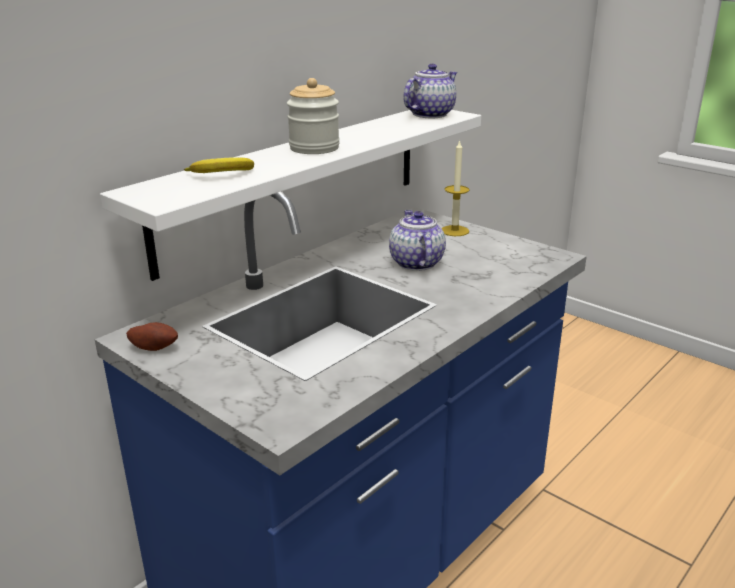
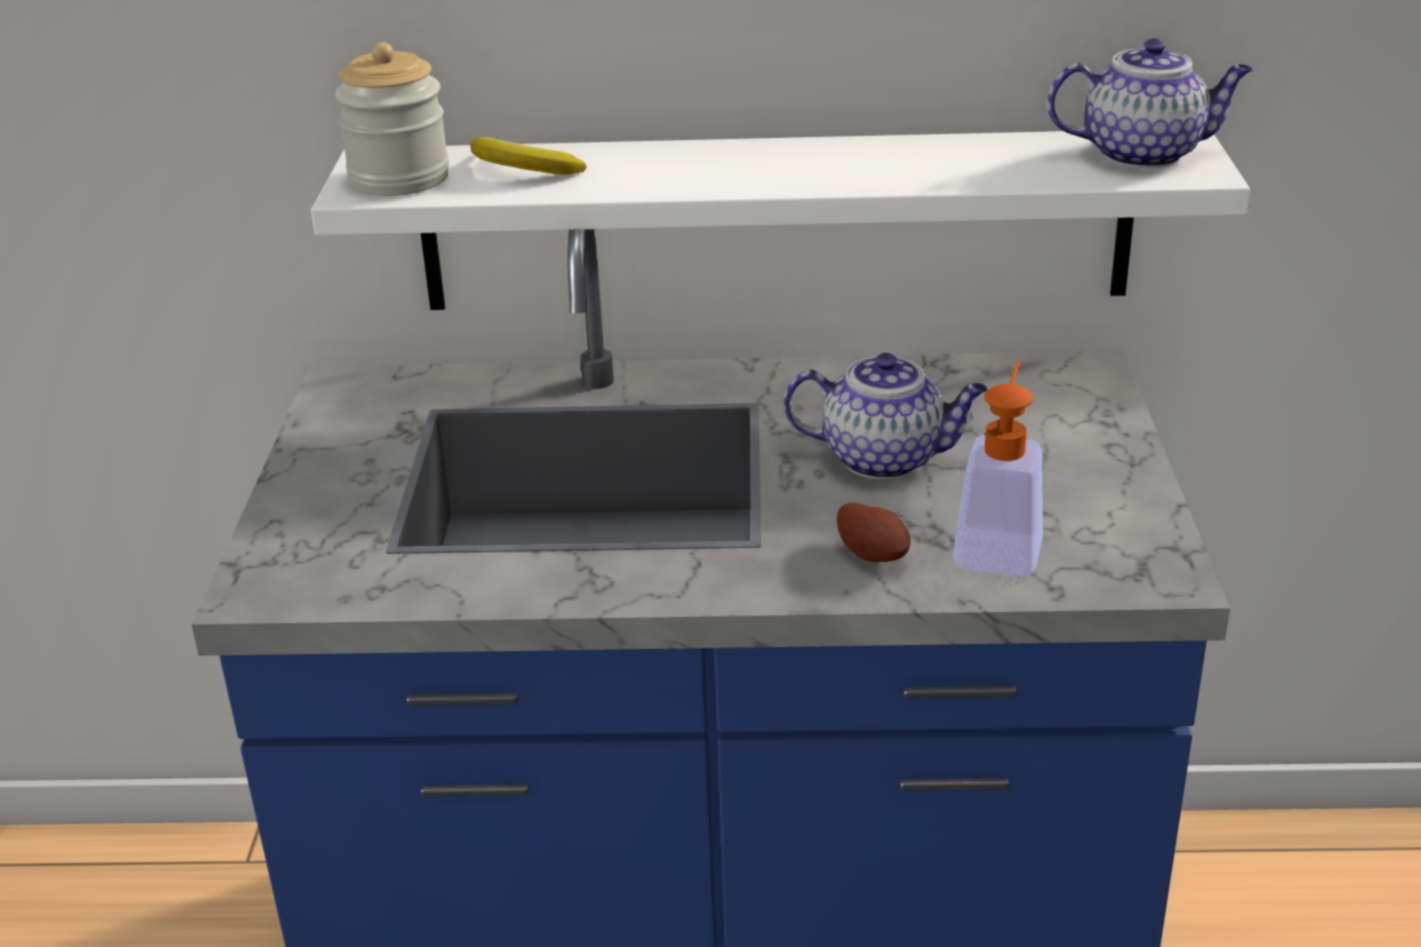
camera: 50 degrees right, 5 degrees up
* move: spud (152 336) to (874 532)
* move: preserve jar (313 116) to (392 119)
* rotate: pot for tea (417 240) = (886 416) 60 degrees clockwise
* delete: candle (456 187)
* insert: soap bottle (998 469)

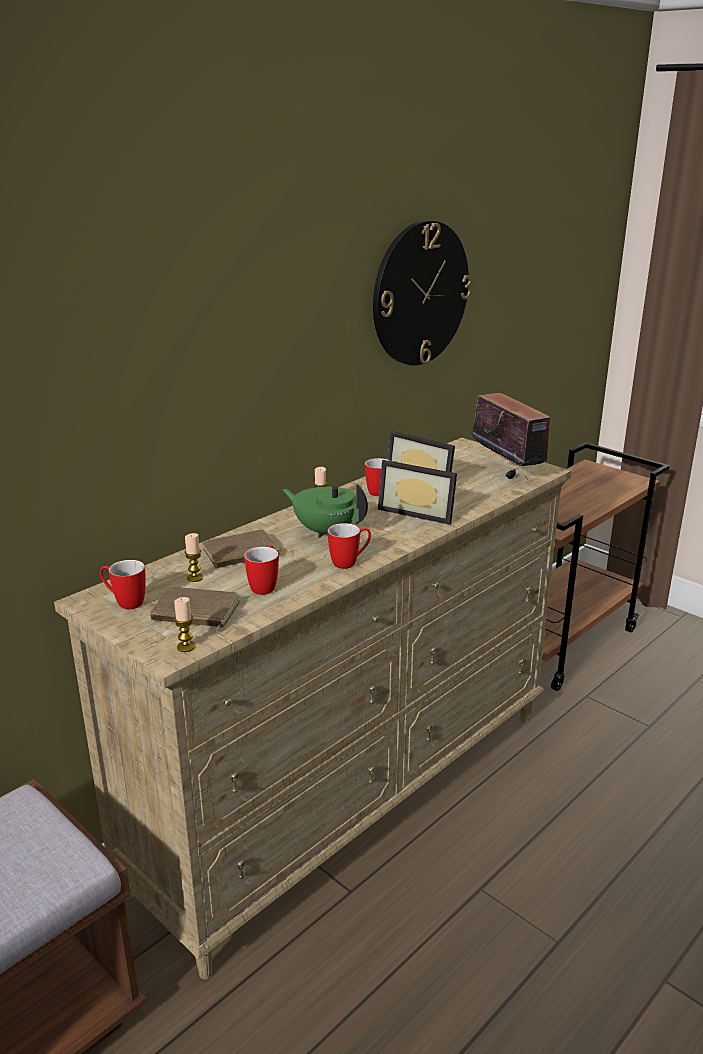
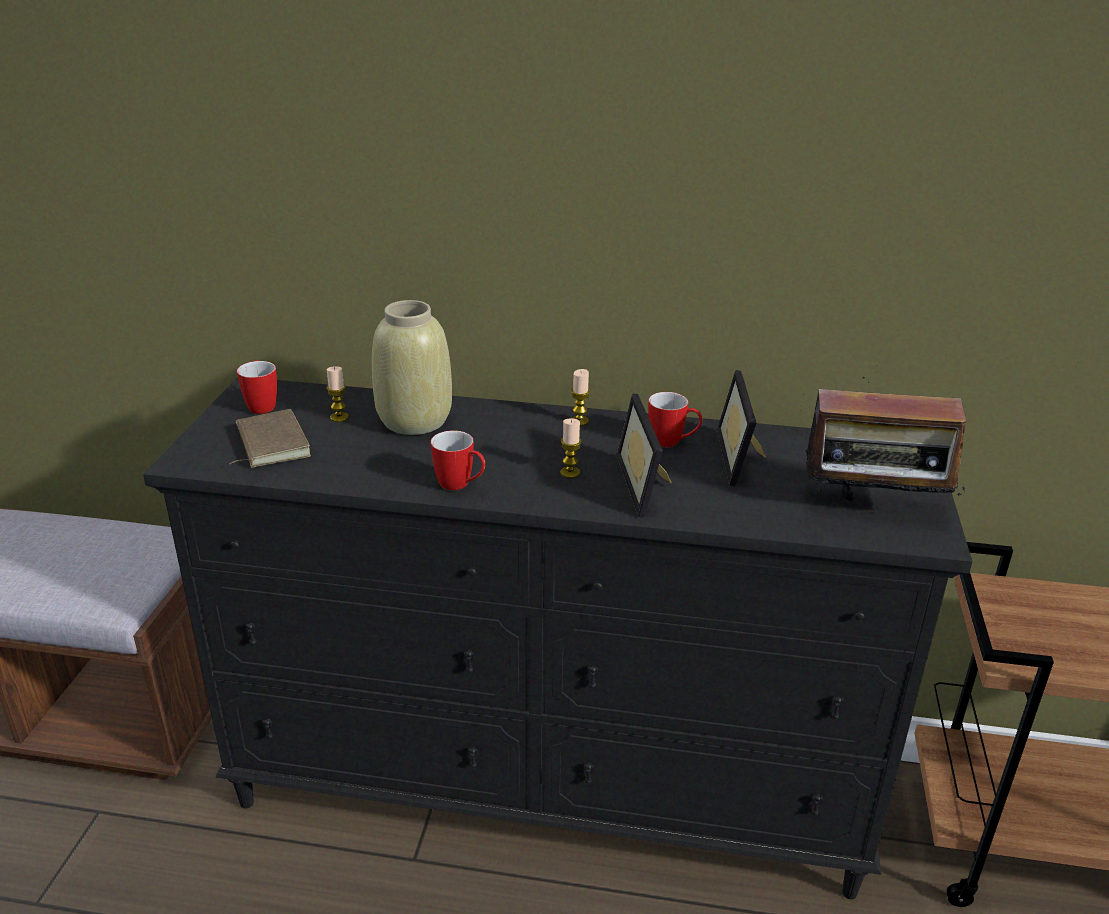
camera: 55 degrees right, 5 degrees up
* recolor: drawer chest (sand-coloured) (312 708) to drawer chest (black-coloured) (558 638)
* move: candle (185 624) to (571 448)
* replace: bound book (brown-coloured) (243 548) to flower vase (sand-coloured) (412 367)
* delete: coffee mug (261 570)
* delete: pot for tea (greenish) (325 511)
* delete: clock on the wall (422 293)
* rotate: radio (510 434) = (883 435) 75 degrees clockwise

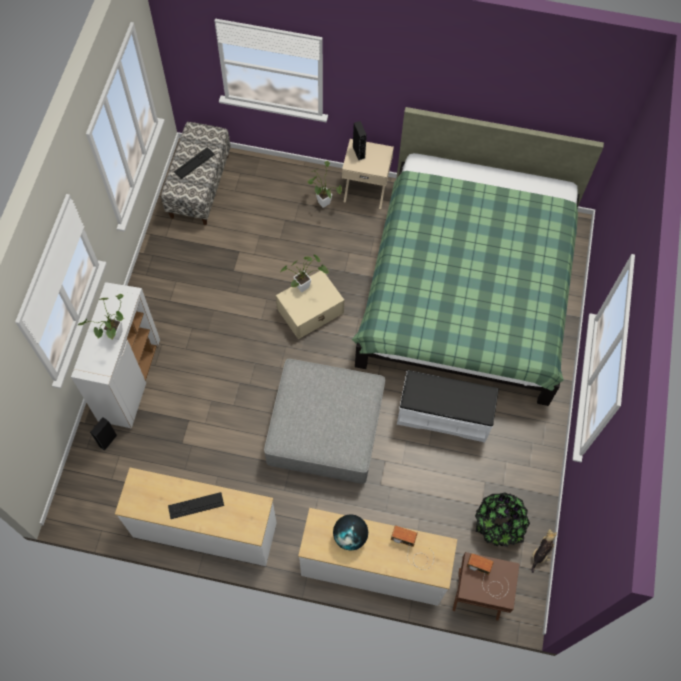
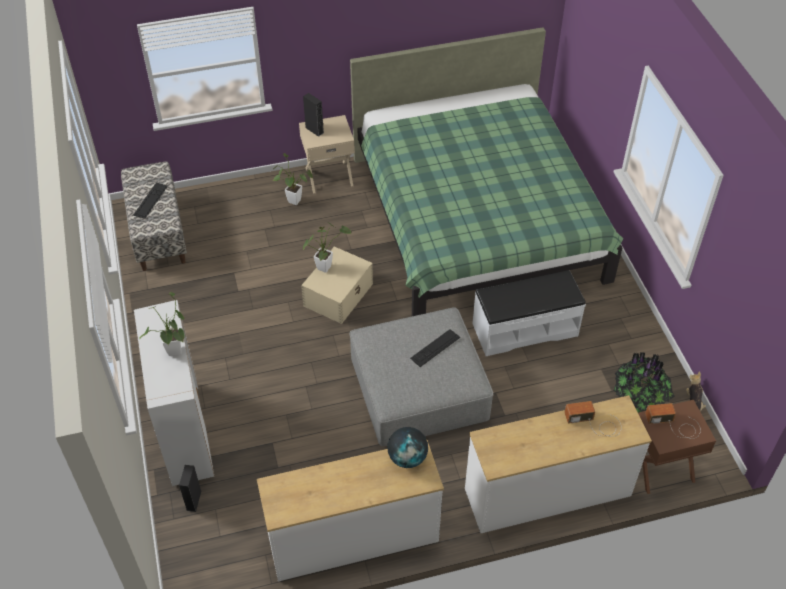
camera: 25 degrees left, 15 degrees down
* move: PC keyboard (196 505) to (435 348)
* move: desk globe (350 532) to (407 447)

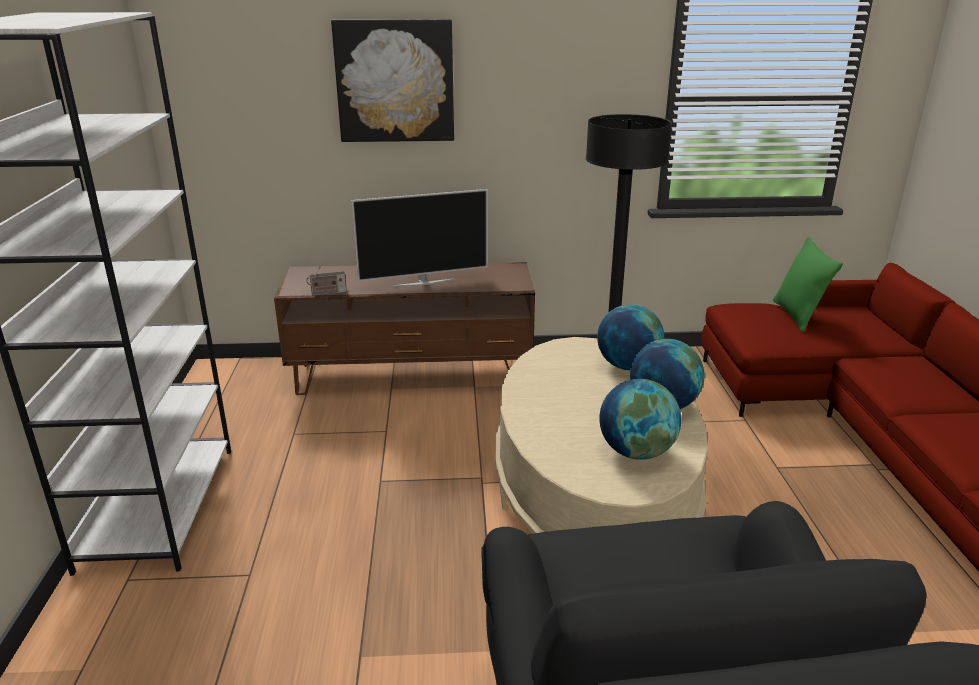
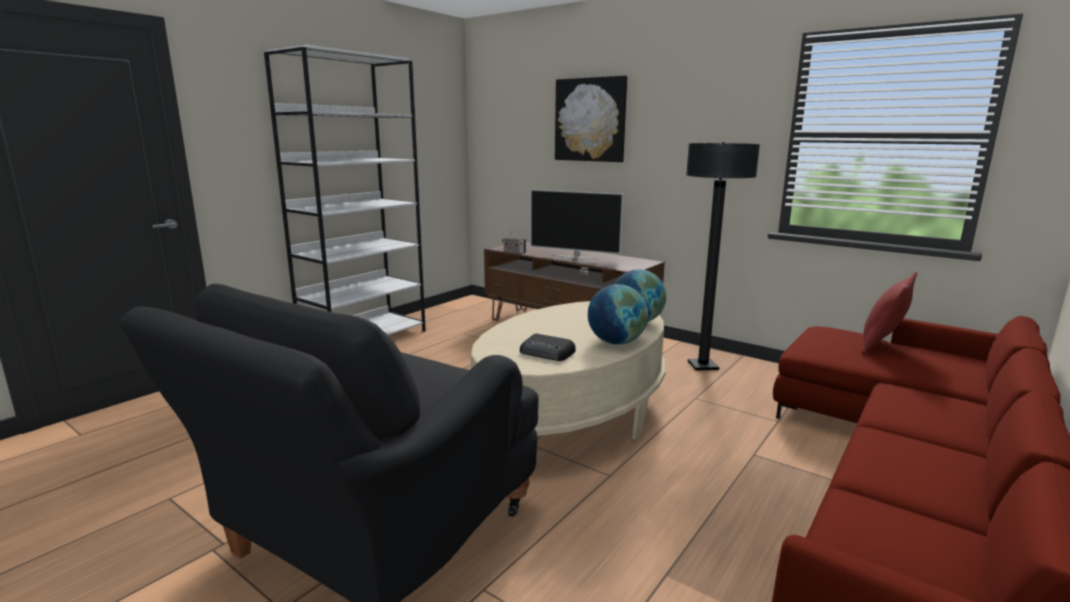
camera: 40 degrees right, 10 degrees down
* replace: desk globe (640 419) to radio (548 347)
* recolor: pillow (greenish) (807 284) to pillow (red-coloured) (889 313)

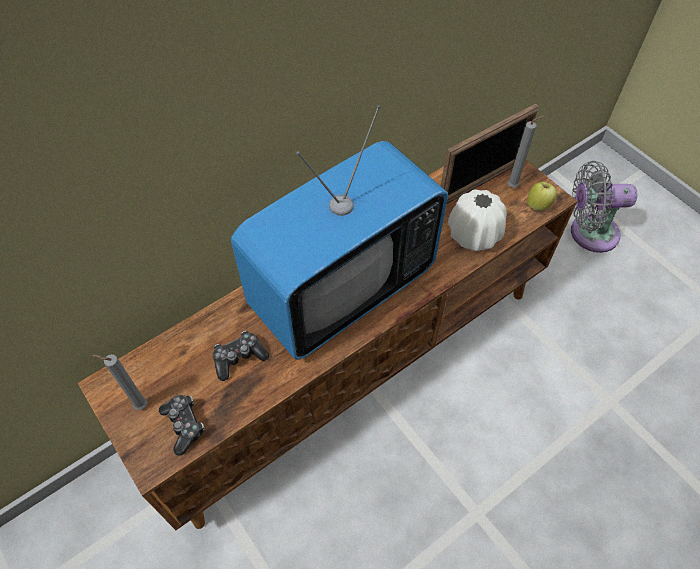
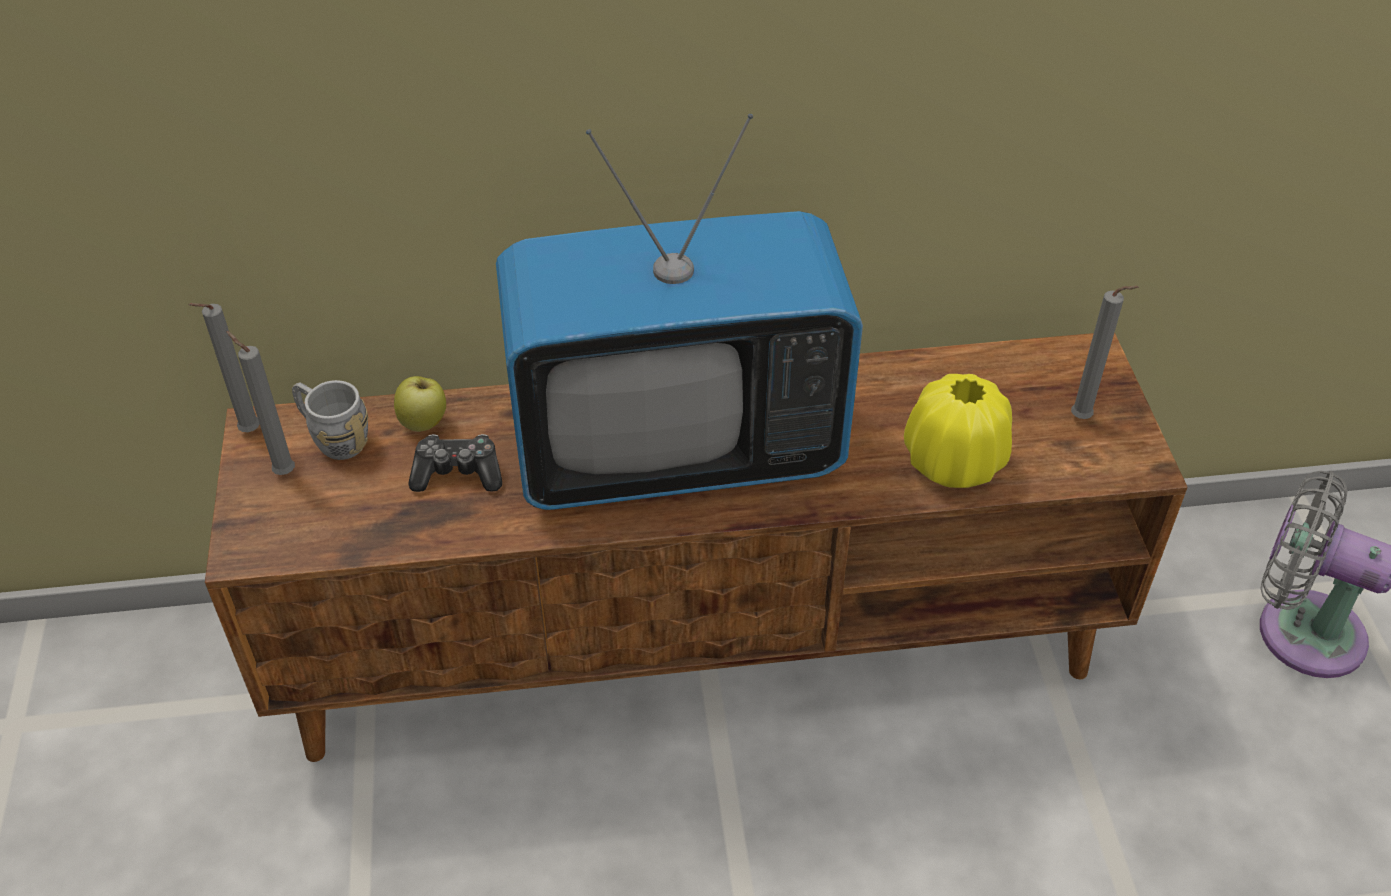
camera: 30 degrees right, 10 degrees down
* delete: game controller (181 425)
* delete: picture frame (490 154)
* recolor: flower vase (whitish) (477 220) to flower vase (yellow-coloured) (958 431)
* move: apple fruit (542 196) to (420 404)
* insert: candle (gray) (224 367)
* insert: coffee mug (gray) (330 420)

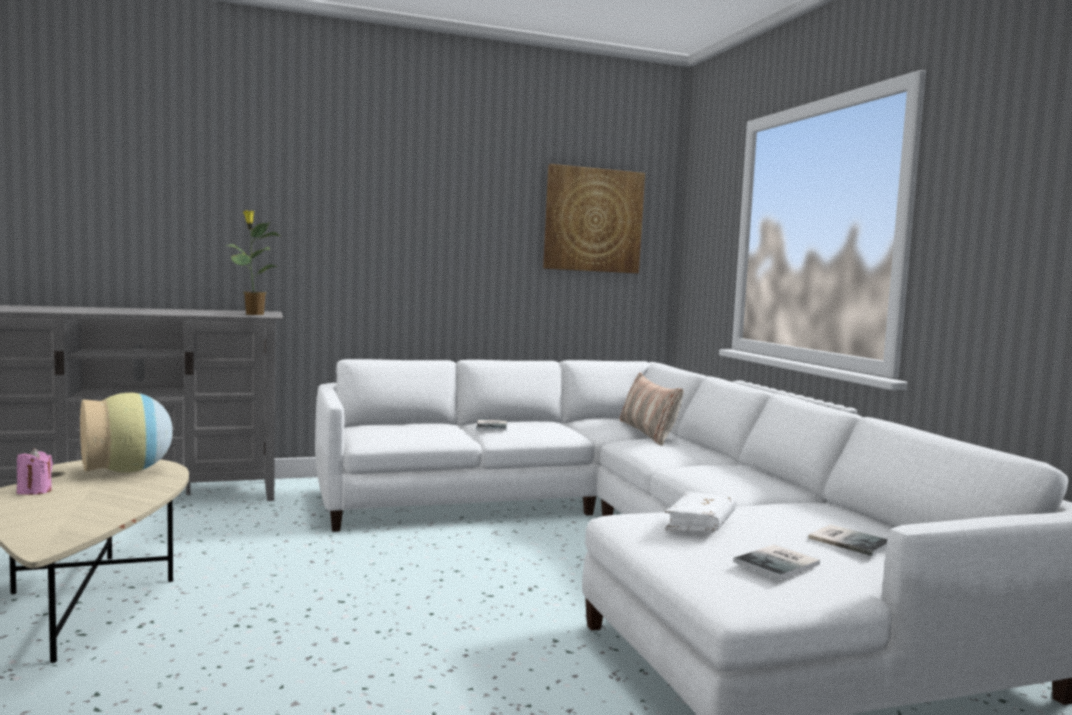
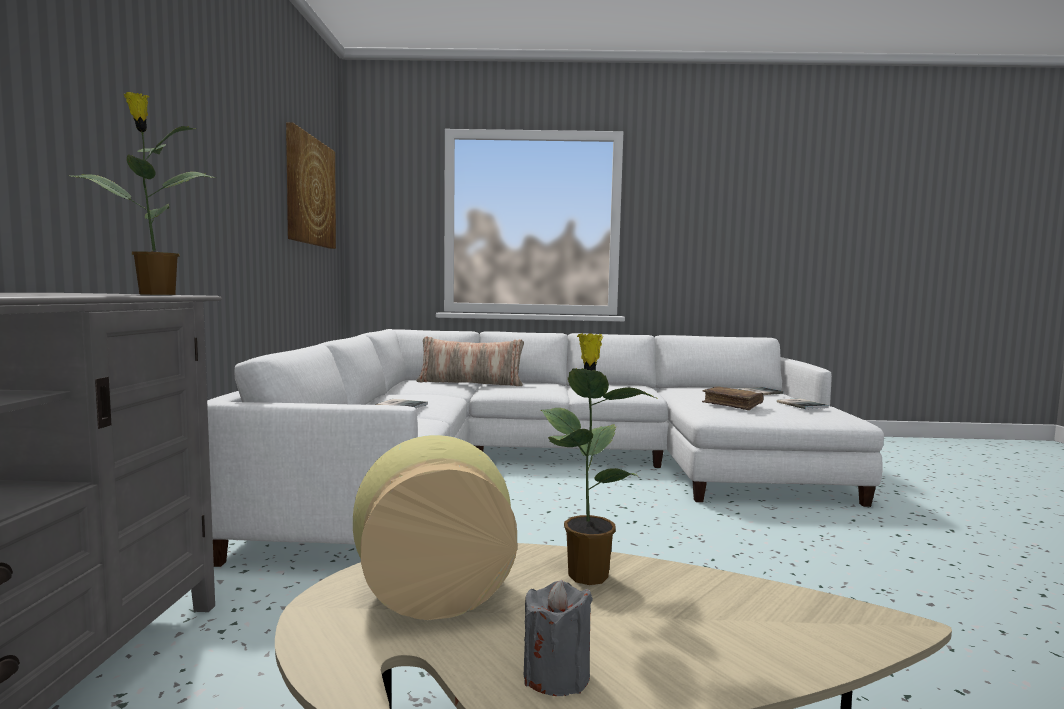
camera: 70 degrees left, 0 degrees up
* recolor: candle (pink-coloured) (35 471) to candle (gray) (558 638)
* recolor: bound book (whitish) (700 511) to bound book (brown-coloured) (733 398)
* insert: plant in a pot (598 459)

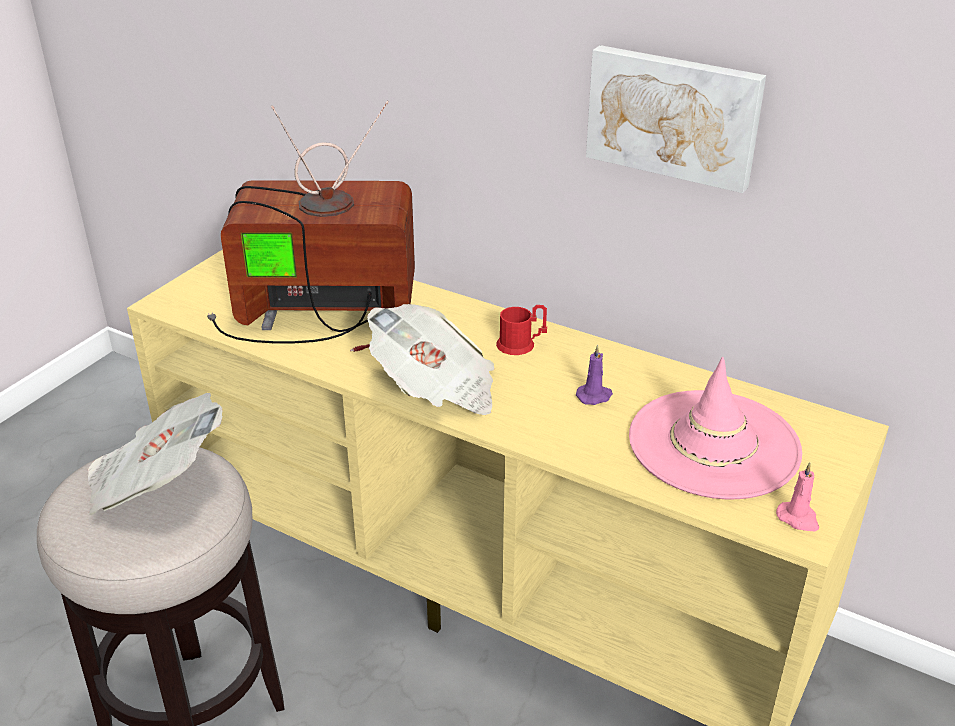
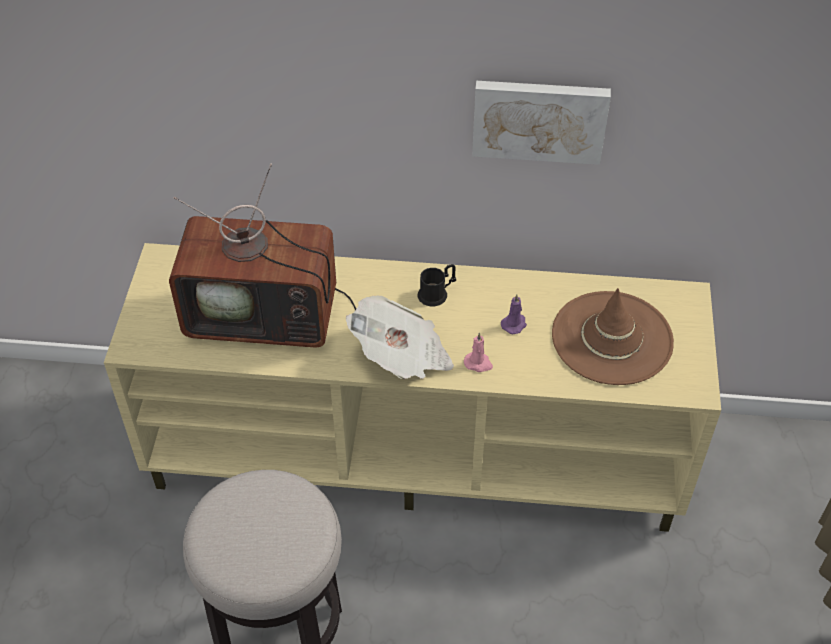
camera: 25 degrees left, 15 degrees up
* delete: daily paper (155 454)
* rotate: TV set (311 226) = (262 255) 150 degrees counterclockwise
* recolor: coffee mug (red-coloured) (521 330) to coffee mug (black-coloured) (437 285)
* recolor: clothing hat (pink-coloured) (715 428) to clothing hat (brown-coloured) (613 336)
* move: candle (pink-coloured) (797 497) to (478 352)

